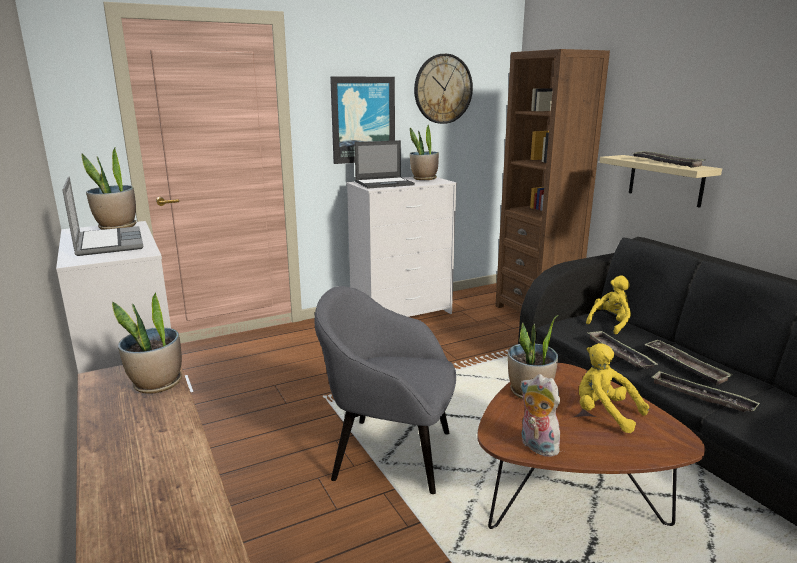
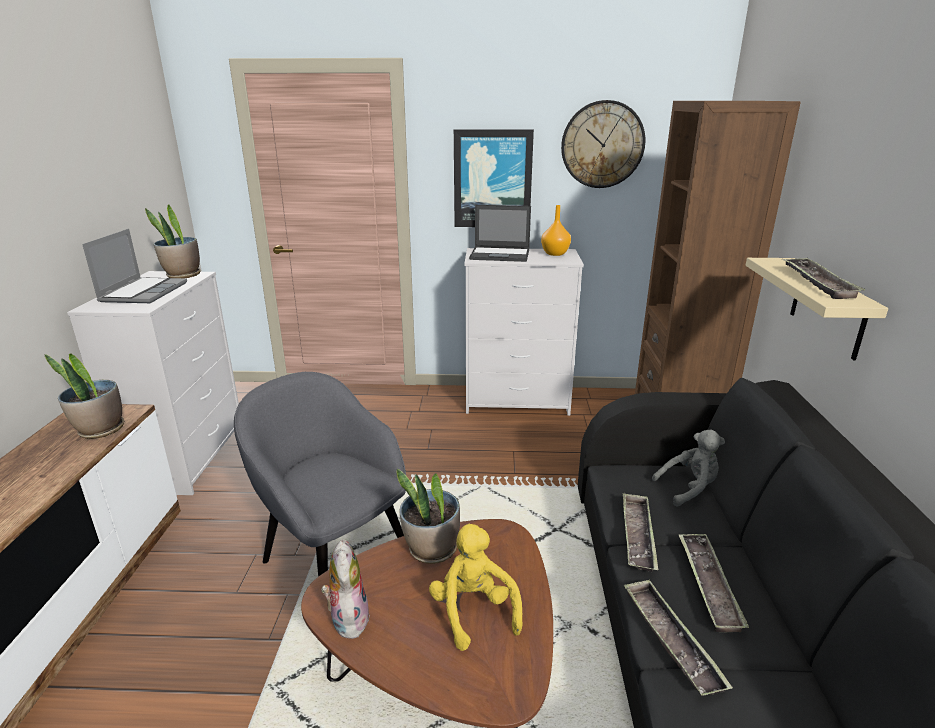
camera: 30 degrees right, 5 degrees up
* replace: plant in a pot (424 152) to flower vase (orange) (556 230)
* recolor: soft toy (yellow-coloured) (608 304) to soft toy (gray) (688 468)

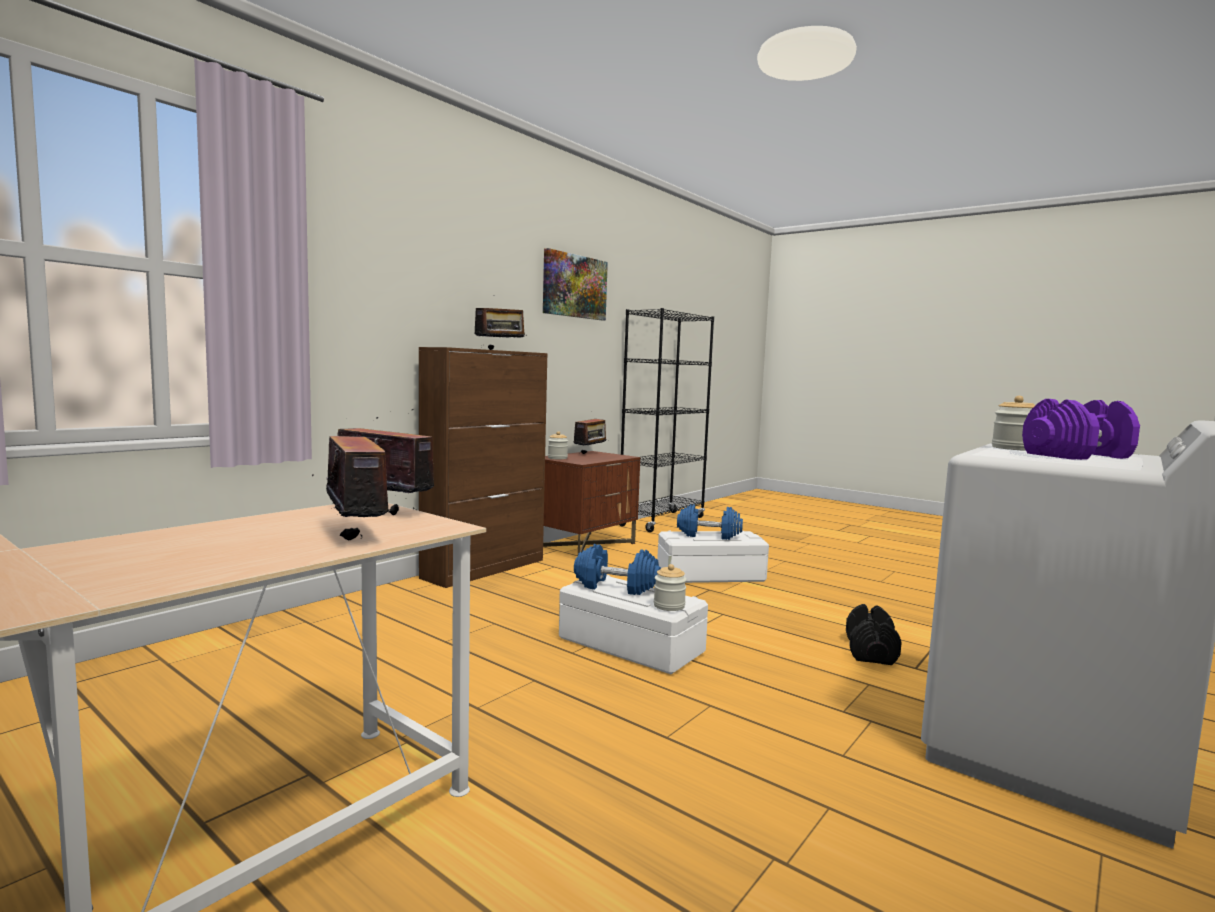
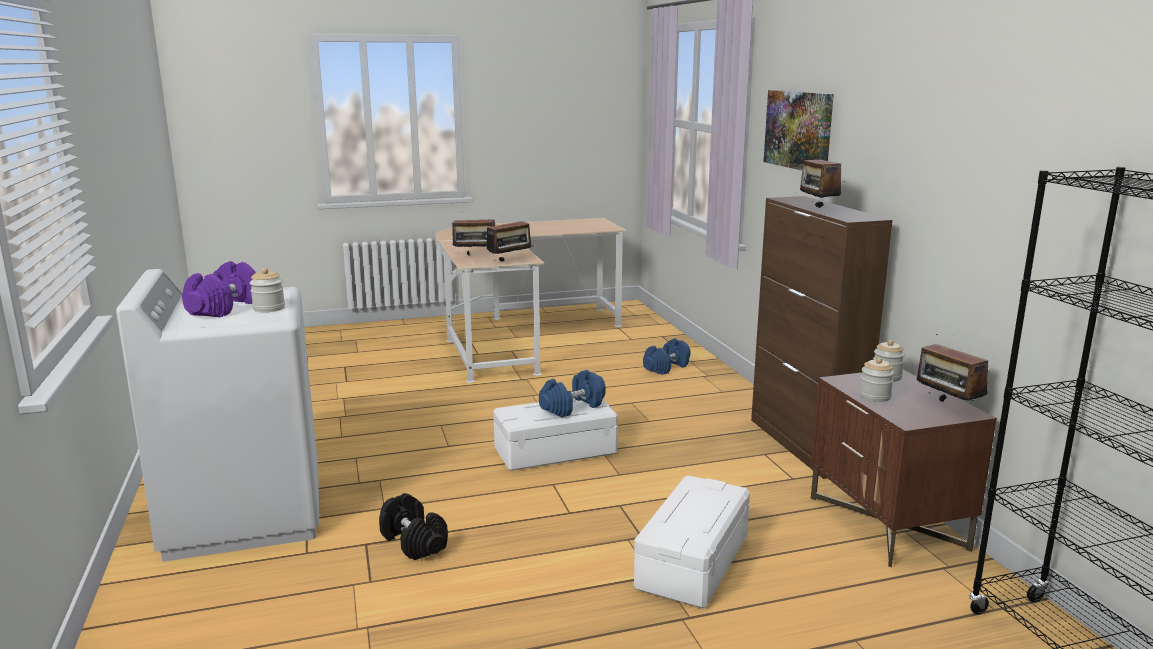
camera: 125 degrees right, 10 degrees up
* move: wall art (575 284) to (798 130)
* move: preserve jar (670 587) to (876 380)
* move: dumbbell (blue-coloured) (710 522) to (666 356)

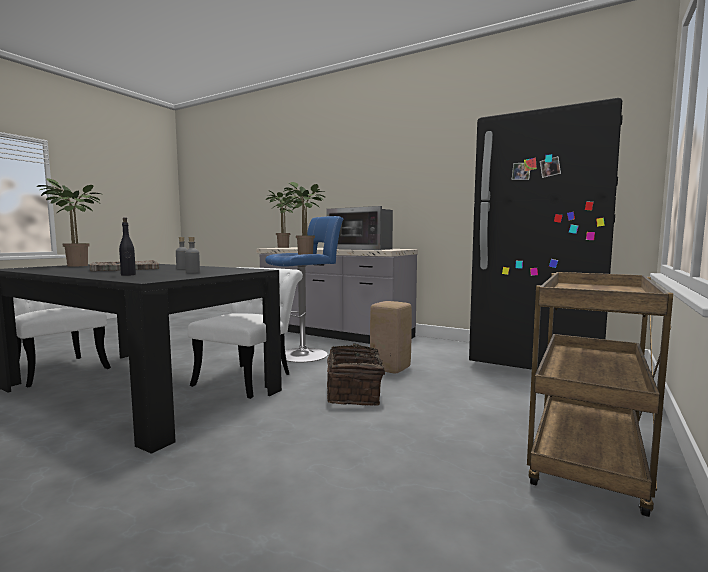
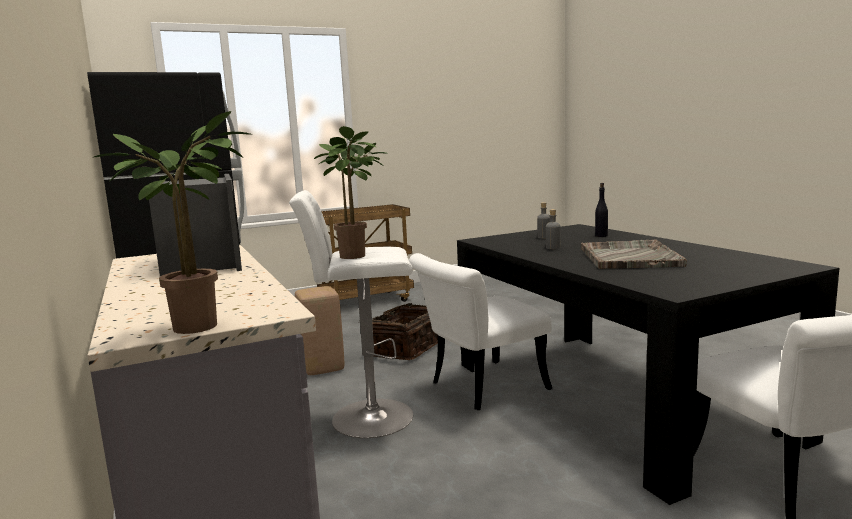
camera: 145 degrees left, 5 degrees up
* delete: plant in a pot (68 222)
* recolor: stool seat (blue-coloured) (304 289) to stool seat (whitish) (351 314)

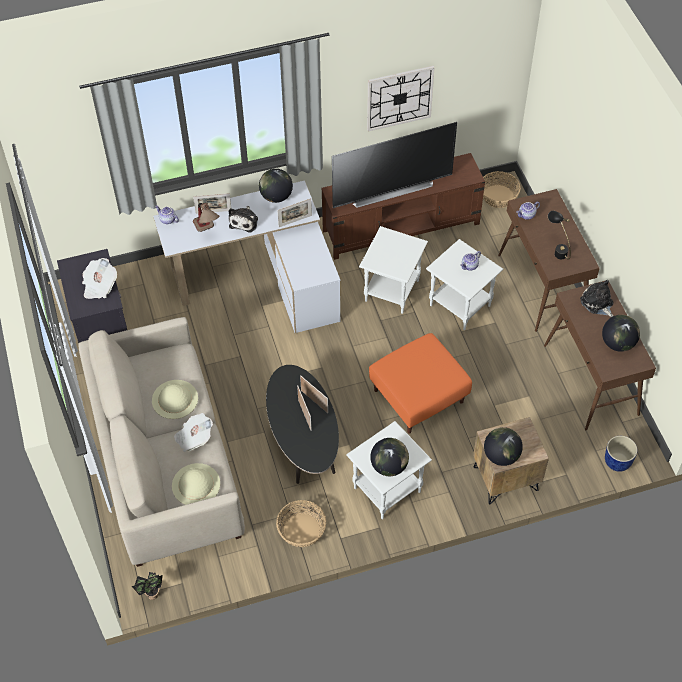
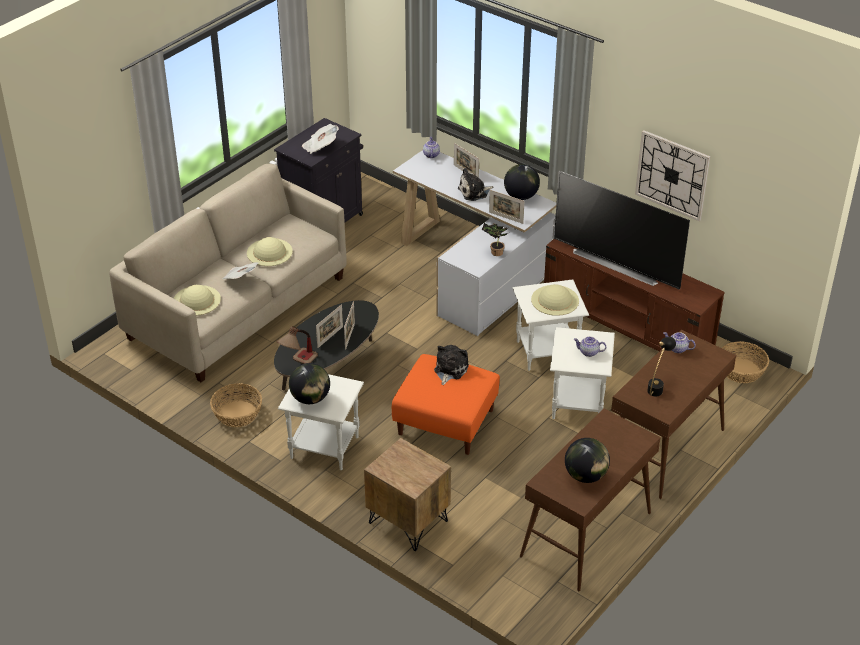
camera: 55 degrees right, 15 degrees down
* move: plant in a pot (147 586) to (495 239)
* move: tabletop lamp (206 217) to (297 345)
* delete: desk globe (503 446)
* move: soft toy (596 298) to (451 365)
* delete: flower pot (blue-coloured) (621 454)
* insert: clothing hat (sand-coloured) (555 300)

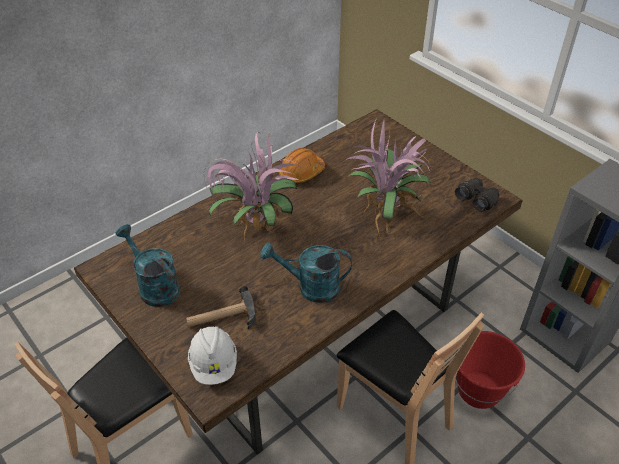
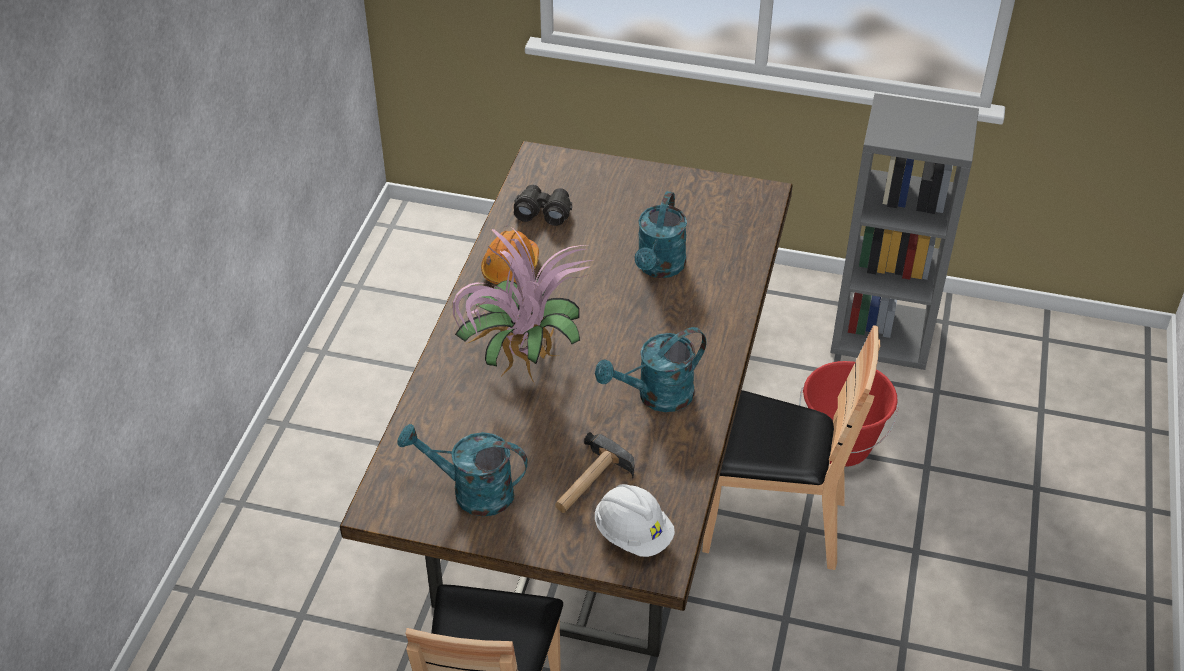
camera: 35 degrees left, 0 degrees up
* replace: plant in a pot (388 179) to watering can (blue-green) (661 234)
* move: field glasses (black-coloured) (477 195) to (543 205)

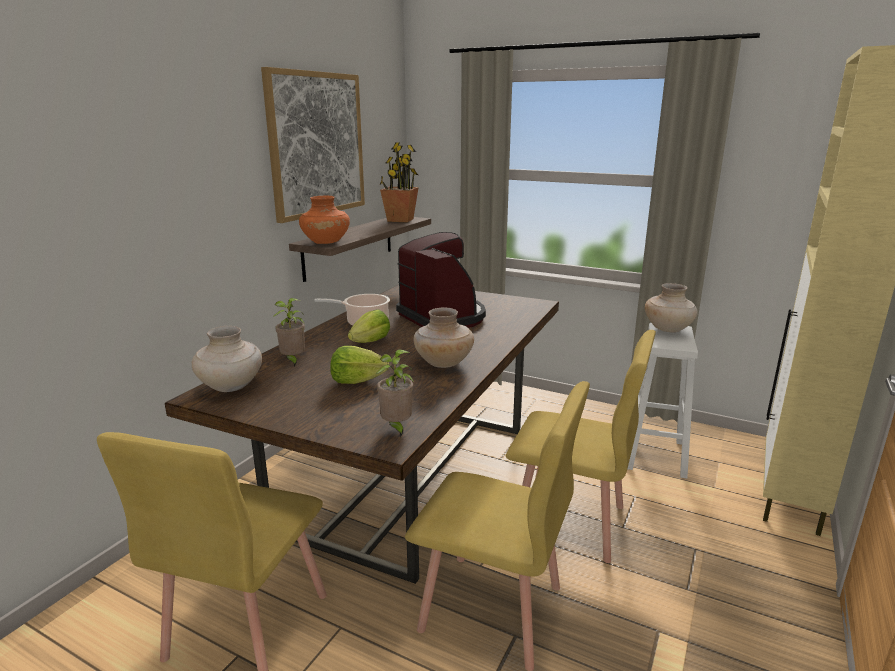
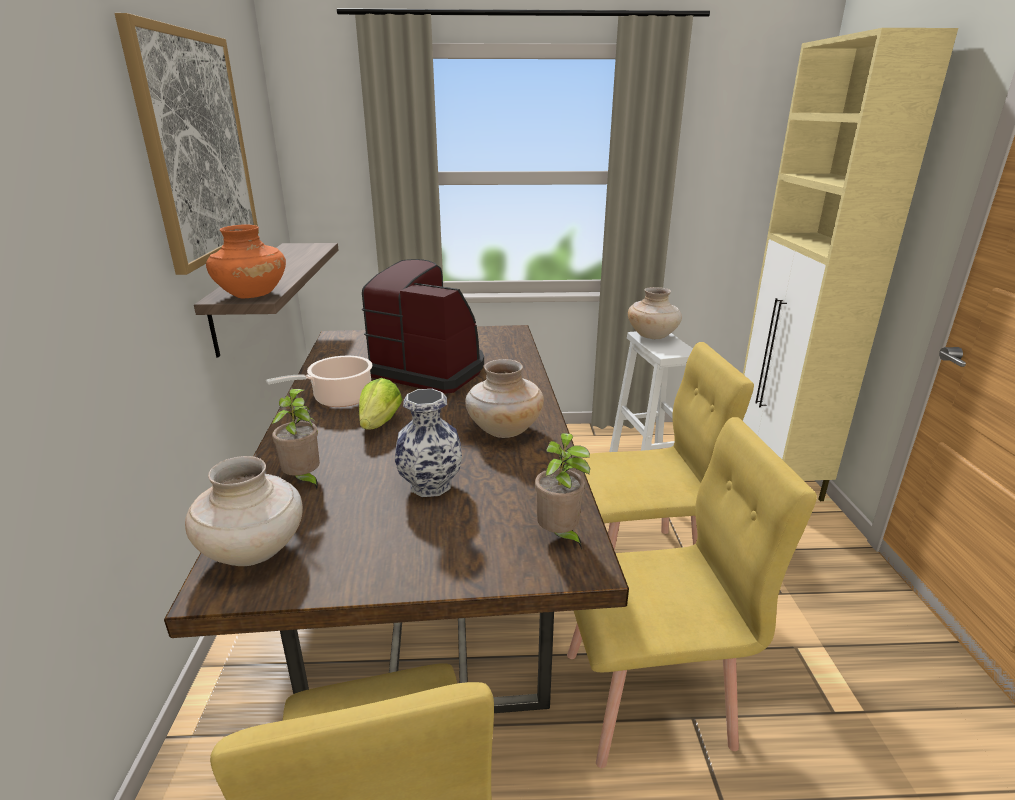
camera: 30 degrees left, 5 degrees up
* replace: lettuce (359 365) to flower vase (428 443)
* delete: plant in a pot (399 182)

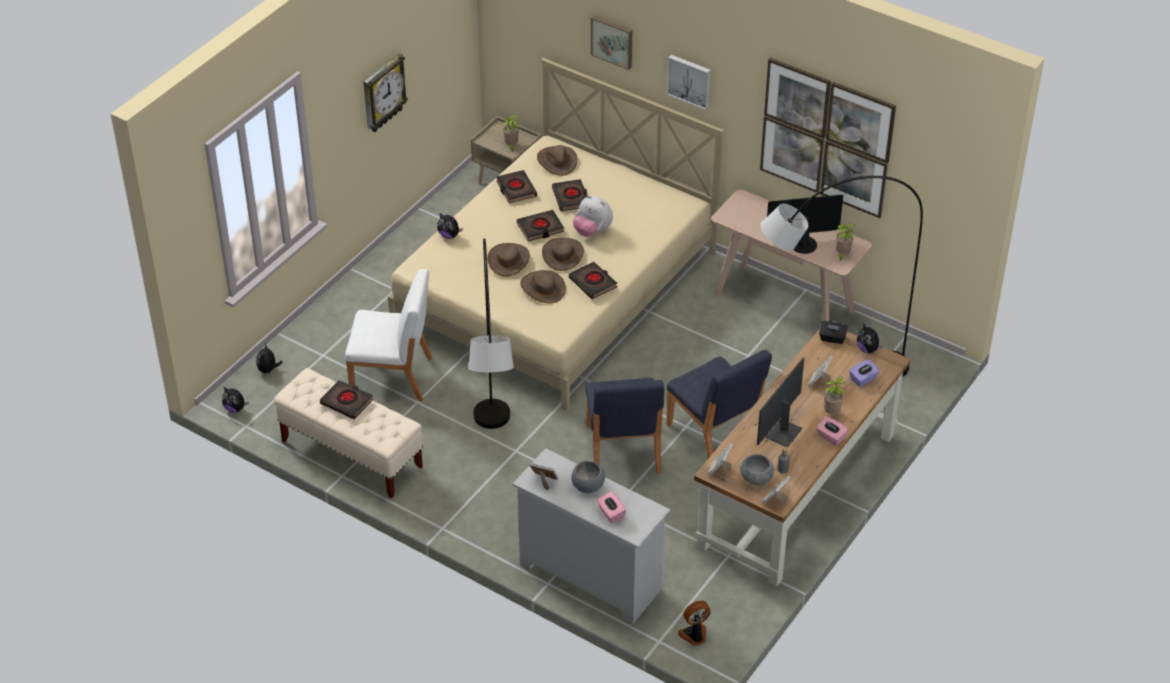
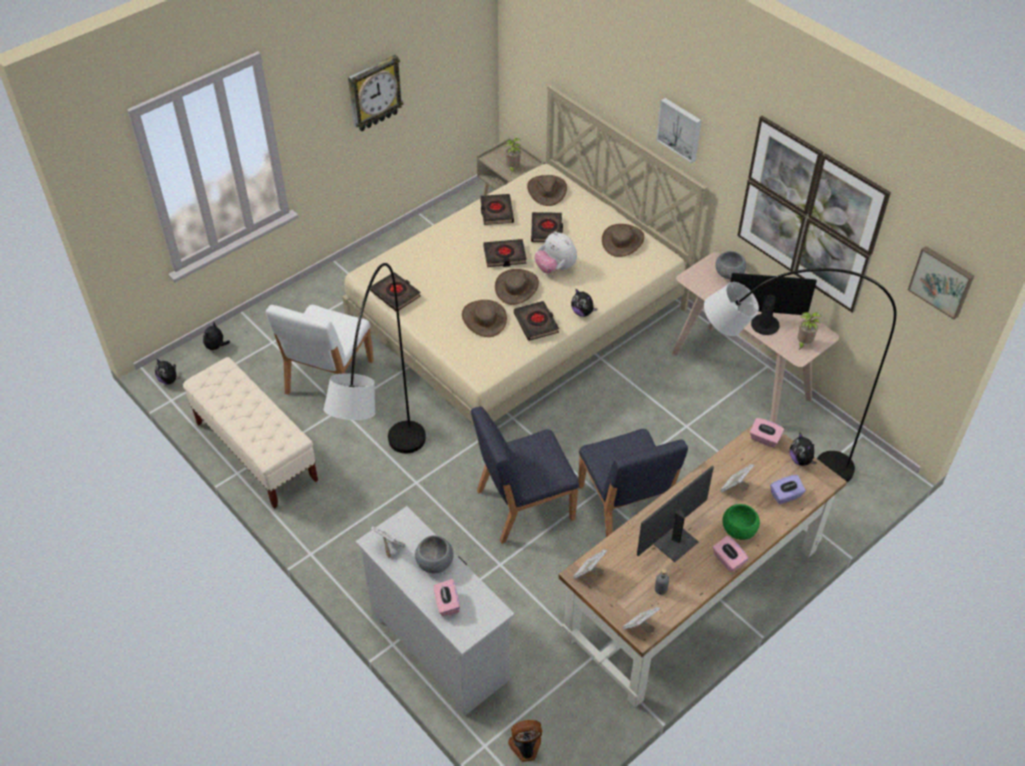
camera: 15 degrees right, 5 degrees up
* move: bound book (black-coloured) (346 399) to (395 291)
* rotate: upright chair (whitish) (388 335) = (320 350) 90 degrees clockwise
* move: soft toy (450 226) to (584 303)
* move: clothing hat (brown-coloured) (508 260) to (623 240)
* rotate: upright chair (blue-coloured) (624 425) = (525 475) 60 degrees clockwise
* move: wall art (611 42) to (941 283)
* move: serving bowl (gray) (757 469) to (730 265)
* recolor: box of tissues (black-coloured) (833 332) to box of tissues (pink-coloured) (767 432)
* replace: plant in a pot (835 395) to serving bowl (greenish) (741 522)

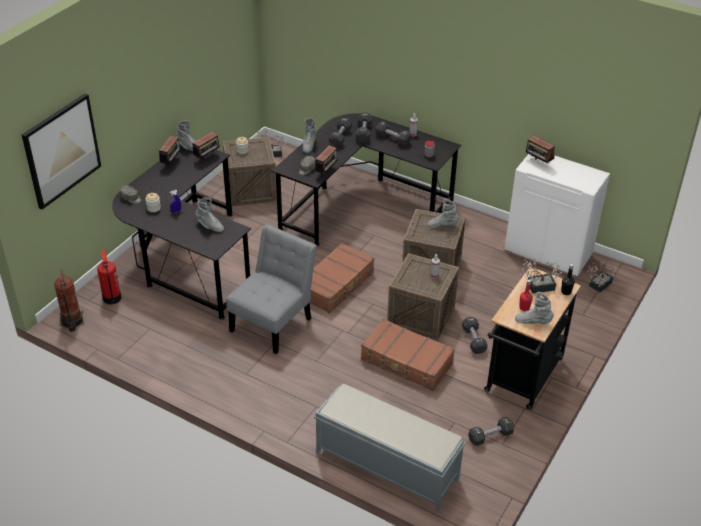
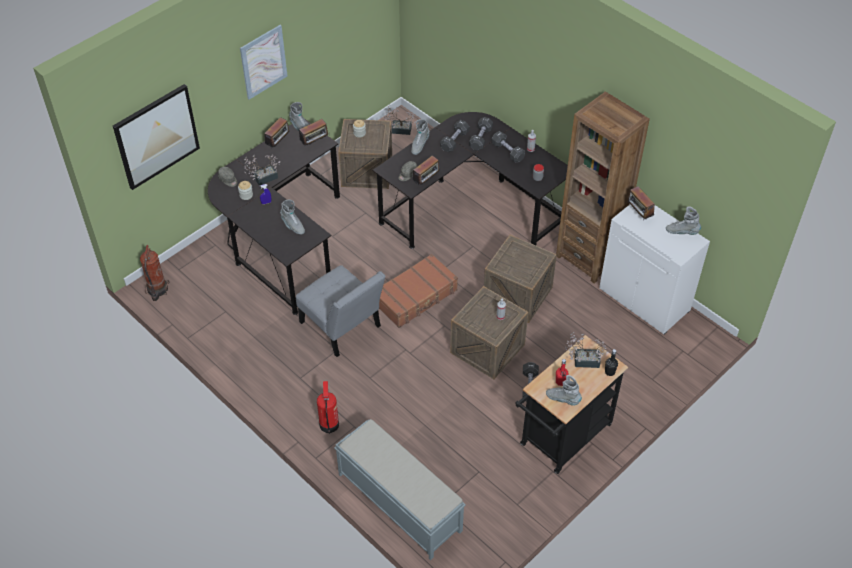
camera: 15 degrees right, 10 degrees up
* move: extinguisher (109 277) to (328 407)
* rotate: upright chair (gray) (271 289) = (340 311) 90 degrees clockwise
* delete: piece of luggage (brown-coloured) (408 355)
* move: high-top boot (gray) (443 213) to (683 220)
* delete: dumbbell (black-coloured) (491 431)
* move: plant in a pot (600 276) to (262 170)
* insert: wall art (263 62)
* insert: bookcase (brown-coloured) (603 187)

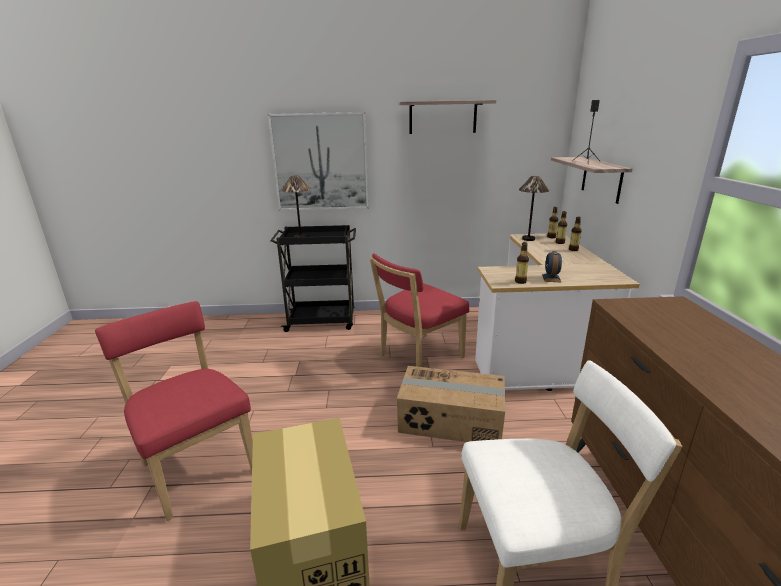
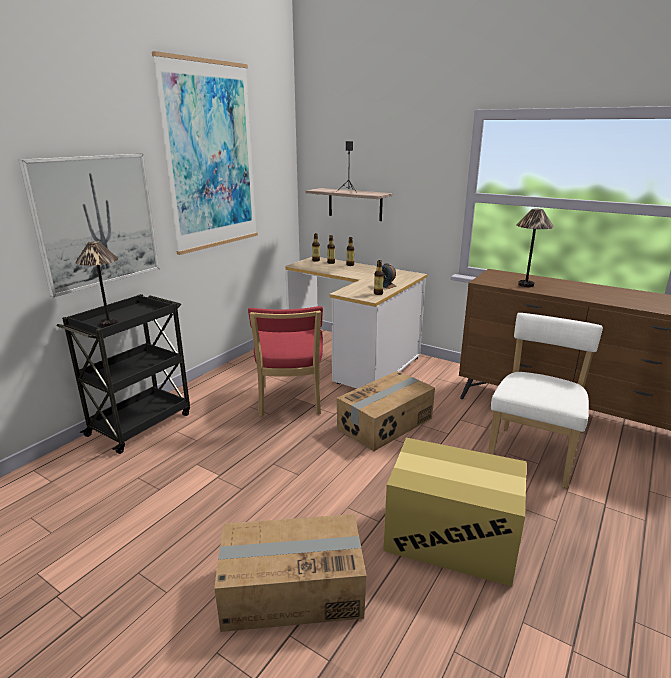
camera: 55 degrees left, 0 degrees up
* replace: upright chair (red-coloured) (174 411) to carton (290 573)
* replace: shelf (447 117) to wall art (205 153)
* move: tabletop lamp (534 208) to (535 248)

